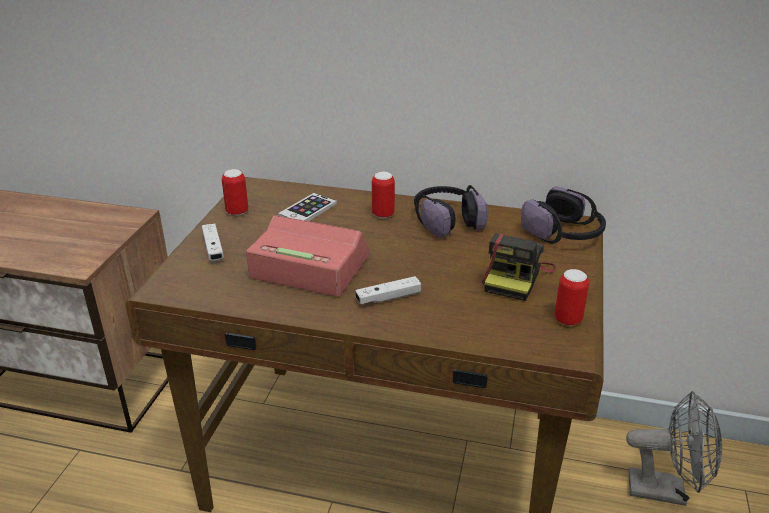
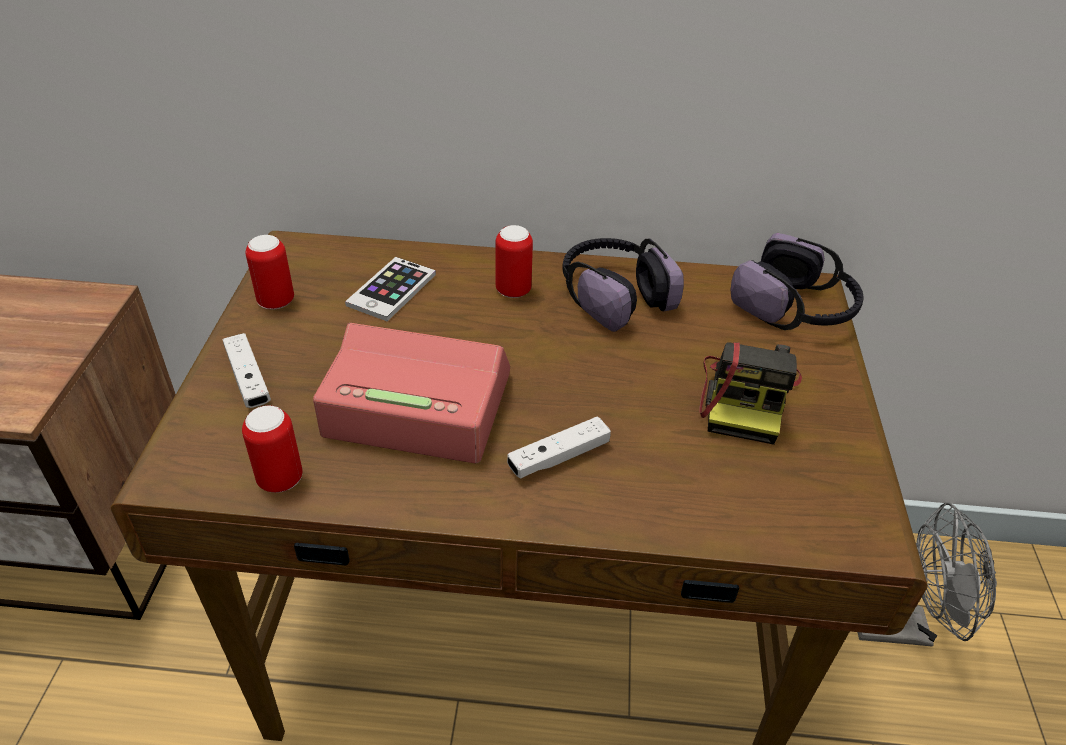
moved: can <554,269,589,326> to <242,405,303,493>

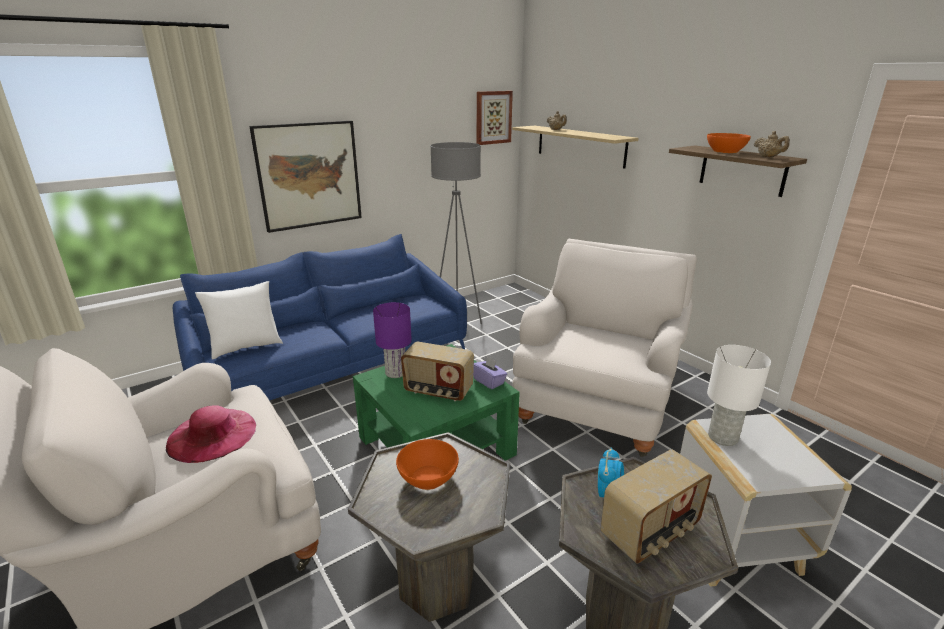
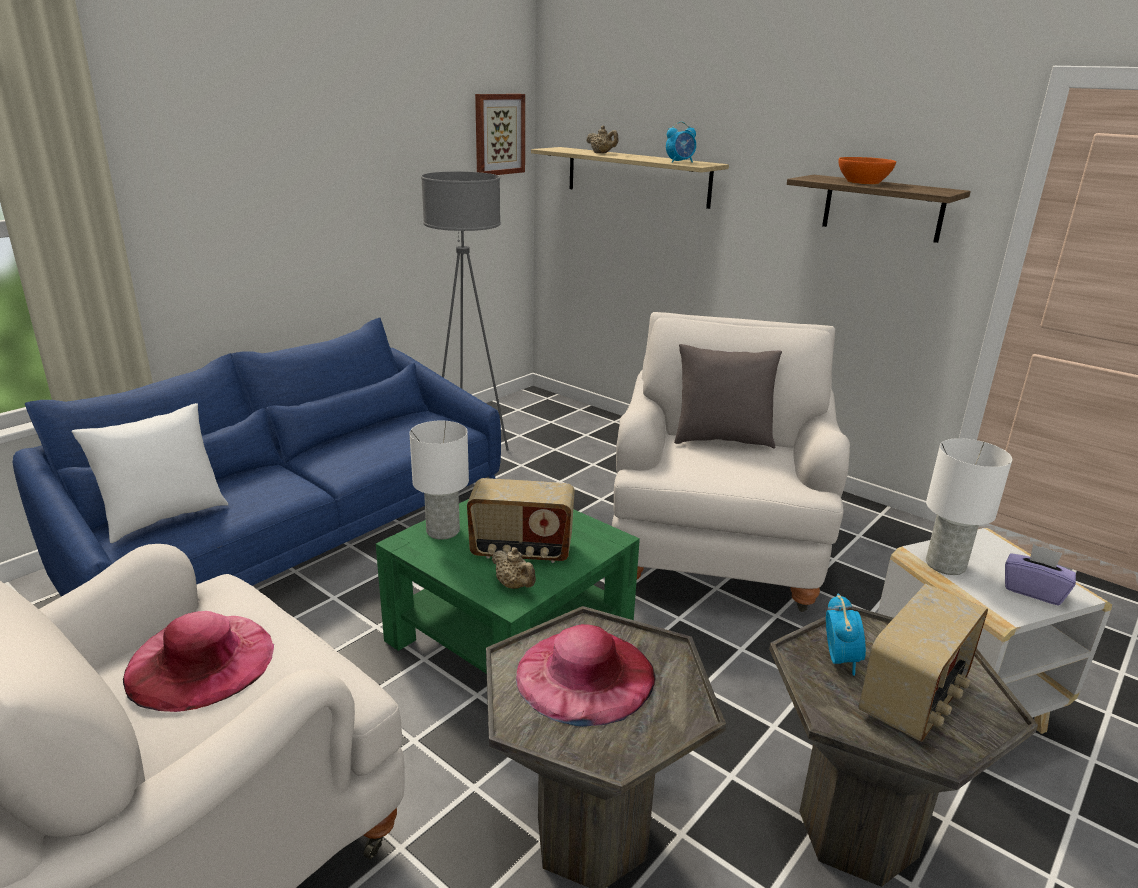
removed: picture <249,121,362,233>
added: alarm clock <666,122,696,163>; grey pillow <674,344,782,449>
moved: purple tissue box <473,356,507,389> to <1005,544,1076,606>; beige teapot <754,131,790,157> to <492,547,536,589>
replaced: orange bowl <396,439,459,490> to pink hat <516,624,656,727>
recoloured: purple table lamp <373,302,412,378> to white table lamp <409,421,469,540>

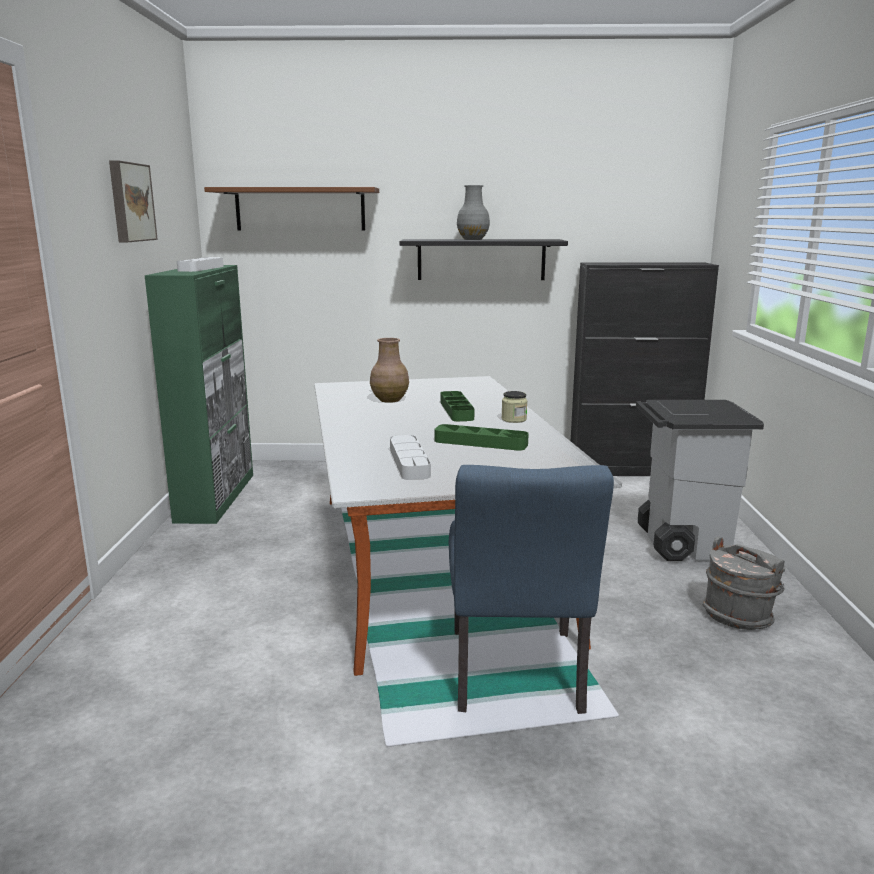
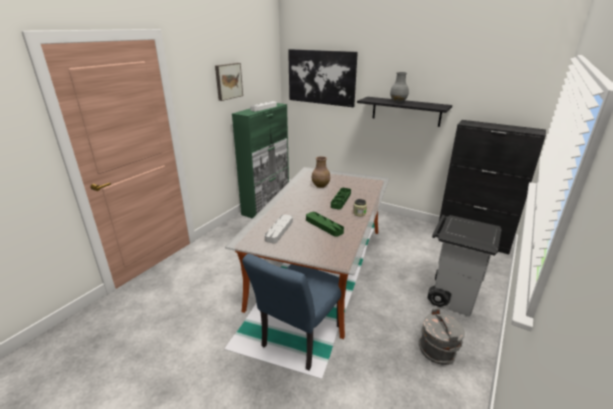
replaced: brown shelf <204,187,379,231> to picture <288,49,358,107>

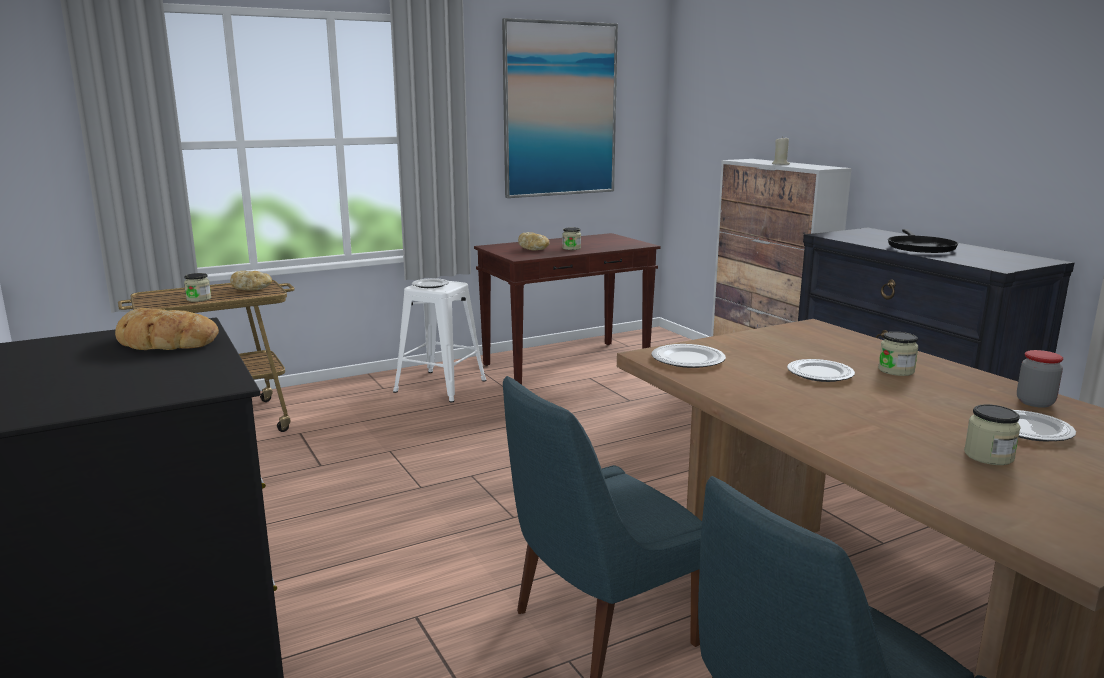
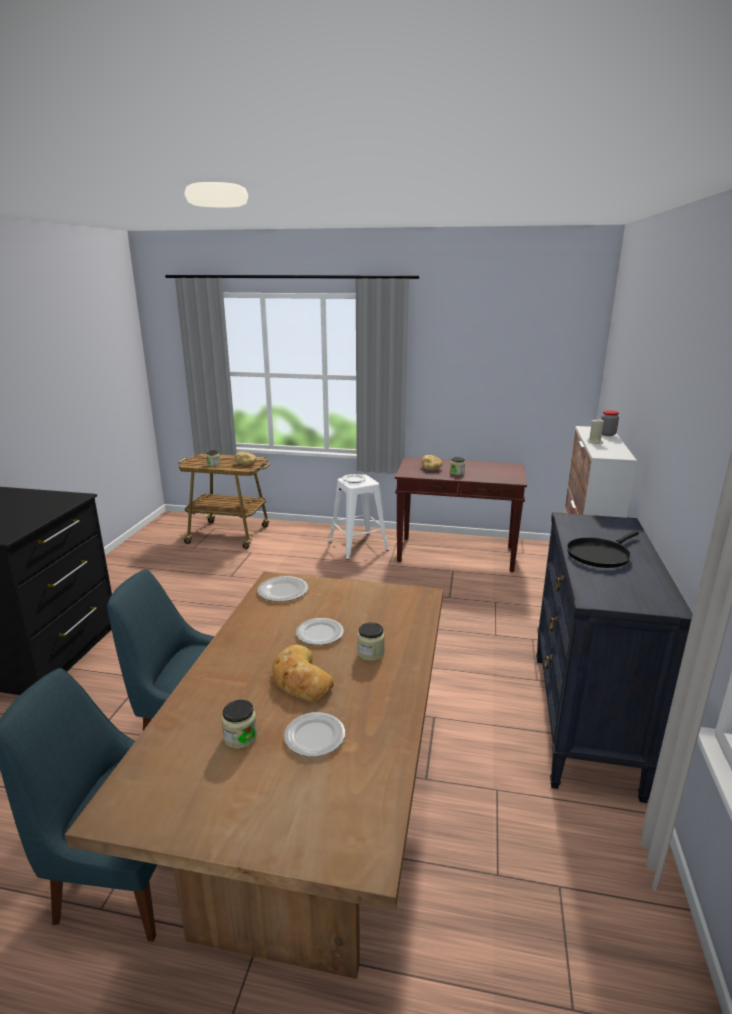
removed: picture <502,18,618,198>
moved: bread <115,308,219,350> to <272,644,334,702>; jar <1017,350,1063,408> to <601,410,619,436>

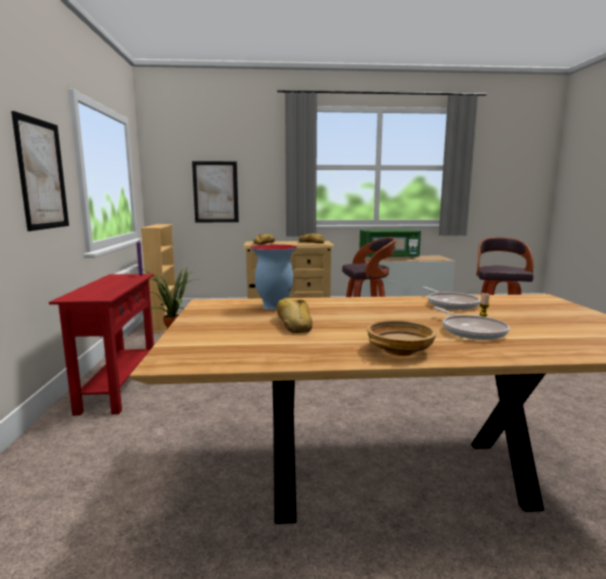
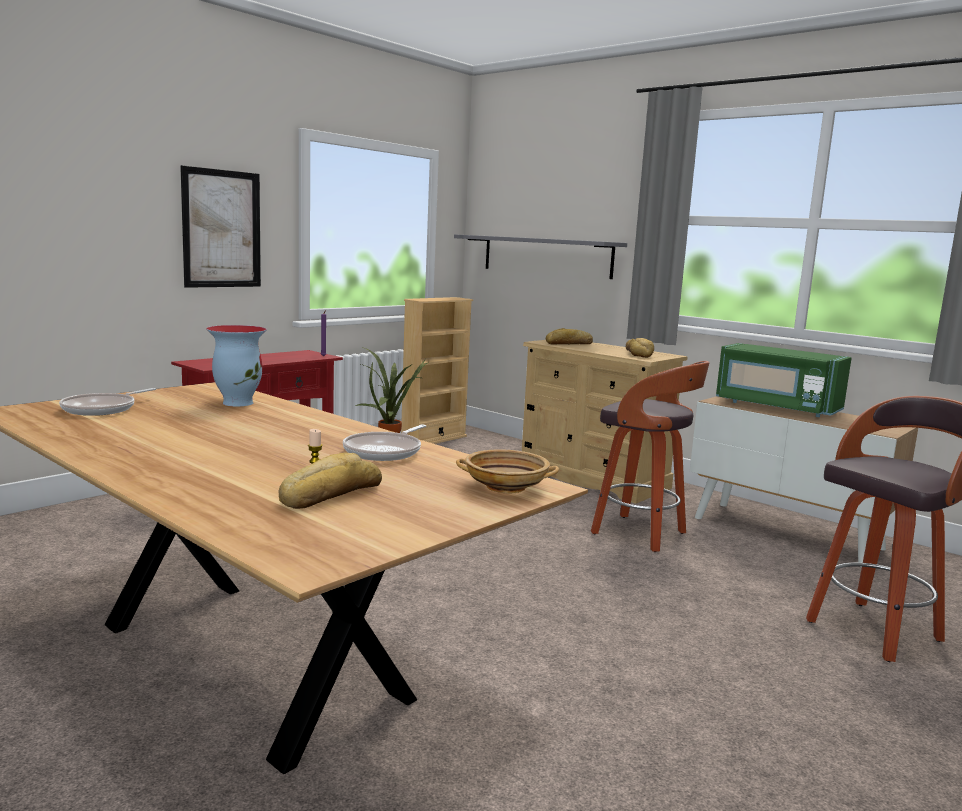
moved: bread <276,298,312,333> to <278,453,382,509>; beige bowl <366,320,437,356> to <456,449,559,493>; frying pan <433,307,510,340> to <59,388,156,416>
replaced: picture <192,161,239,222> to grey shelf <454,234,627,279>

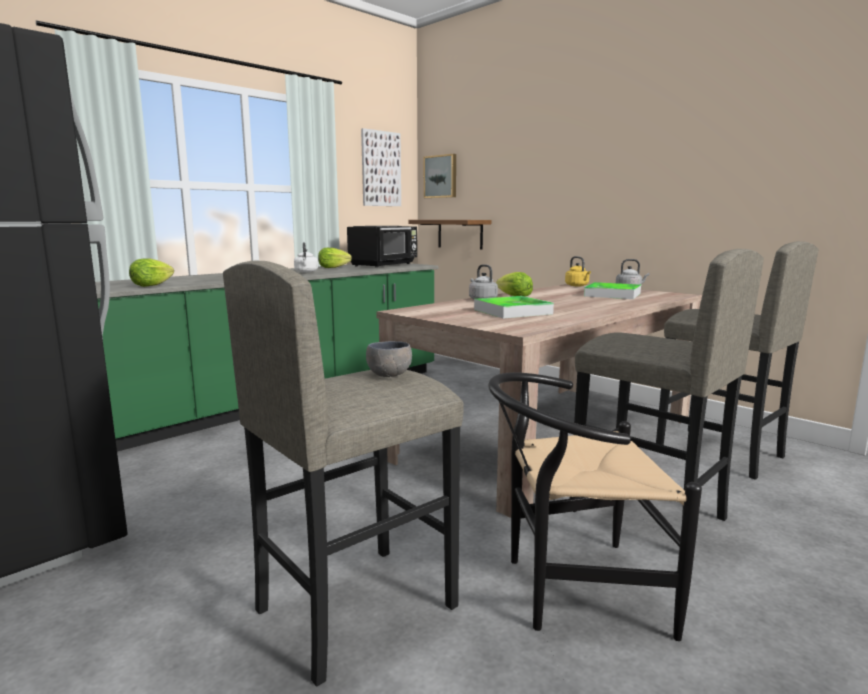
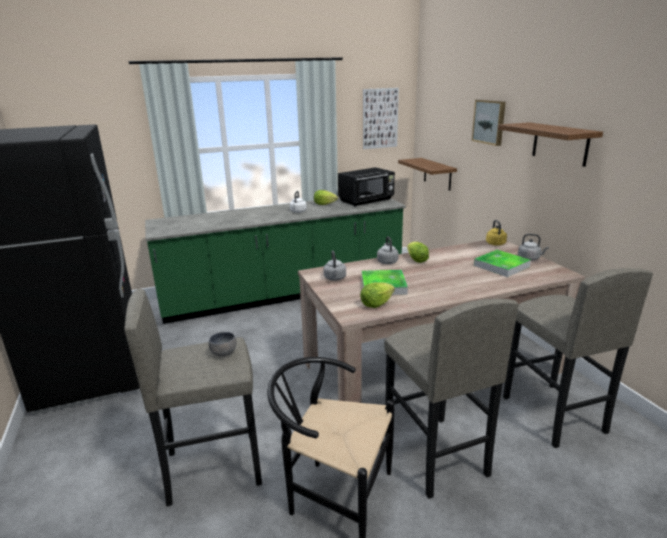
added: grey kettle <323,250,346,281>; shelf <498,122,603,167>
moved: lettuce <129,259,174,287> to <360,282,395,308>; picture <424,154,456,198> to <472,100,506,146>

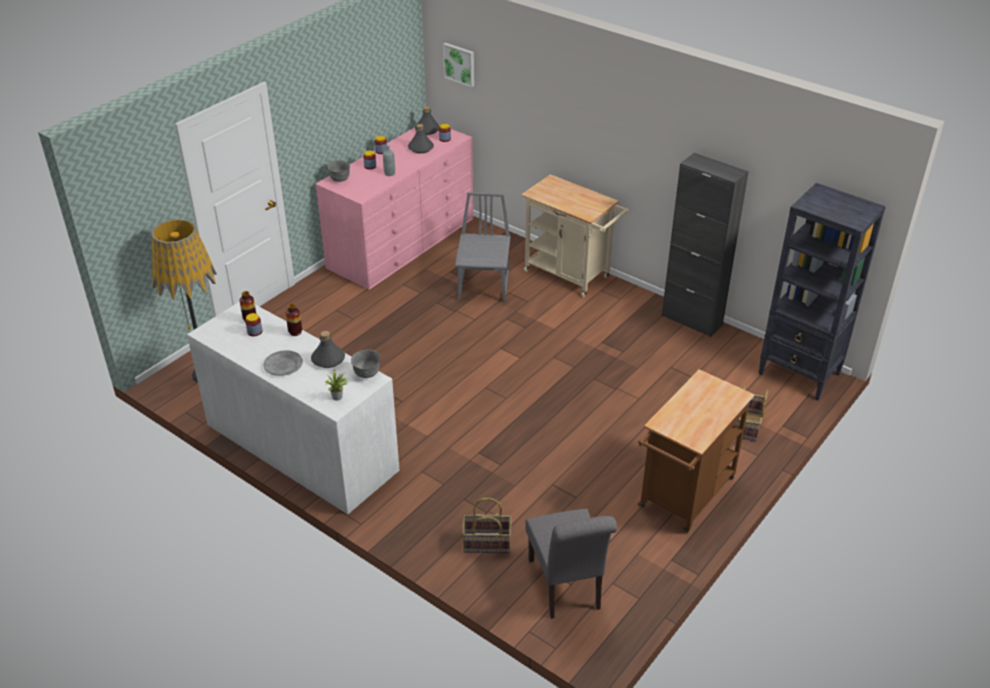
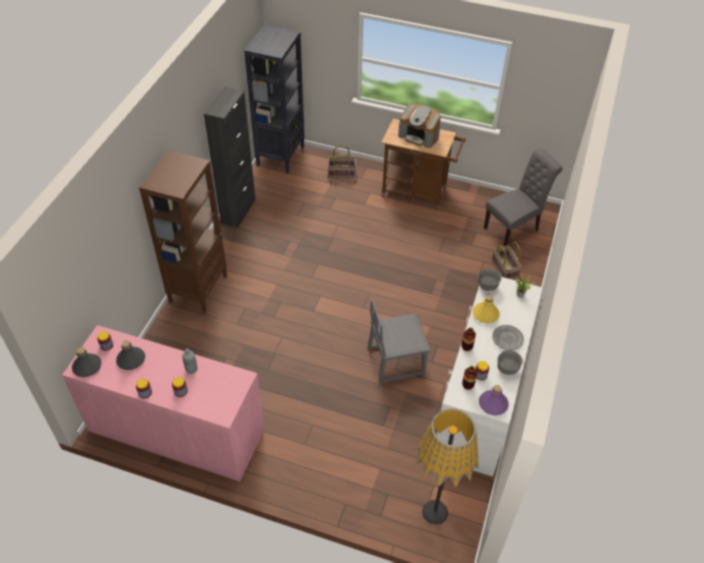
removed: picture <443,43,474,87>
added: coffee machine <398,104,441,148>; purple bottle <479,385,509,415>
moved: grey bowl <327,160,350,182> to <498,350,523,375>; grey chair <455,192,511,302> to <368,299,431,383>
replaced: beige cart <521,174,629,297> to brown bookcase <139,150,227,313>
recoloured: grey bottle <311,331,345,368> to yellow bottle <473,295,500,323>

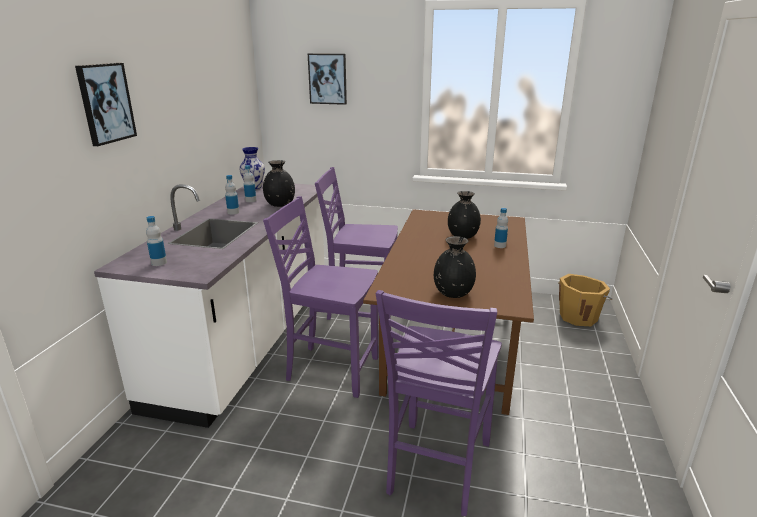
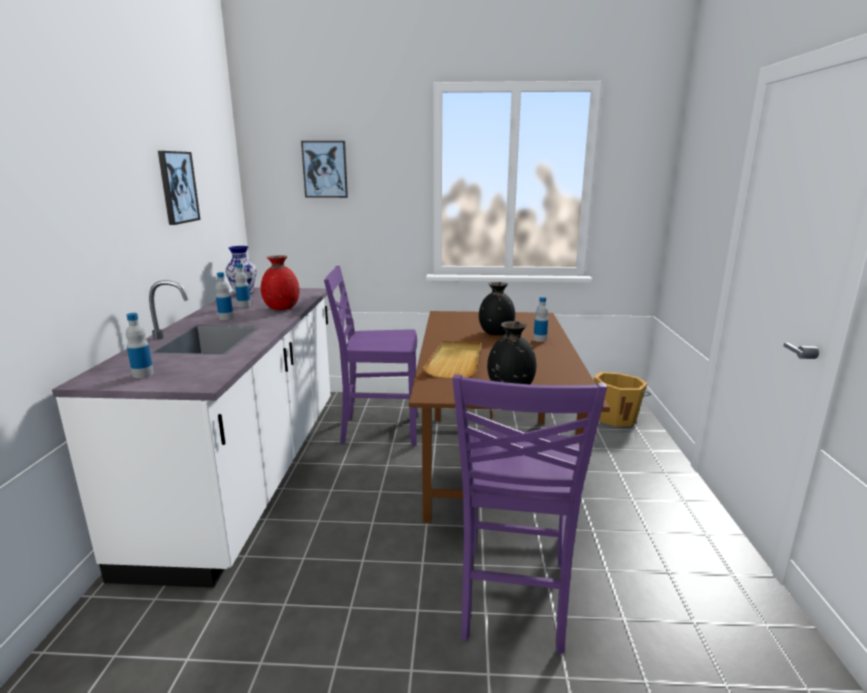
removed: purple chair <263,196,379,398>
added: beige tray <423,341,481,379>
moved: picture <75,63,137,146> to <158,151,201,225>
recoloured: black vase <263,160,295,207> to red vase <261,255,300,310>

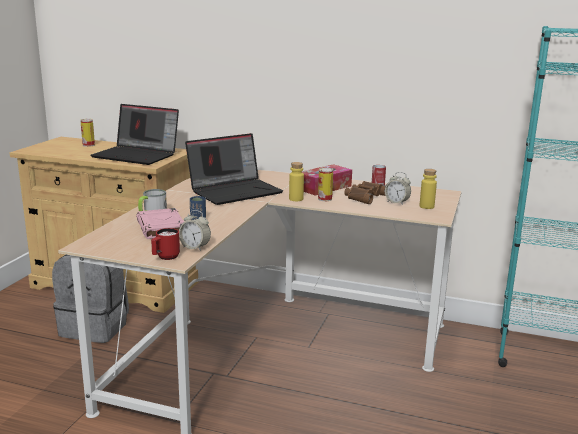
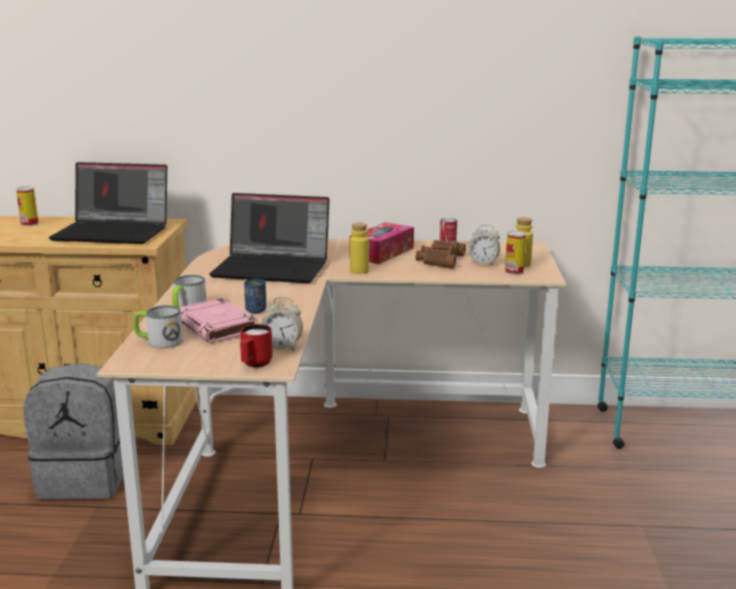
added: mug <134,305,183,349>
moved: can <318,168,333,201> to <505,231,526,275>
turned: laptop <185,133,283,205> = <209,193,330,283> 60 degrees clockwise

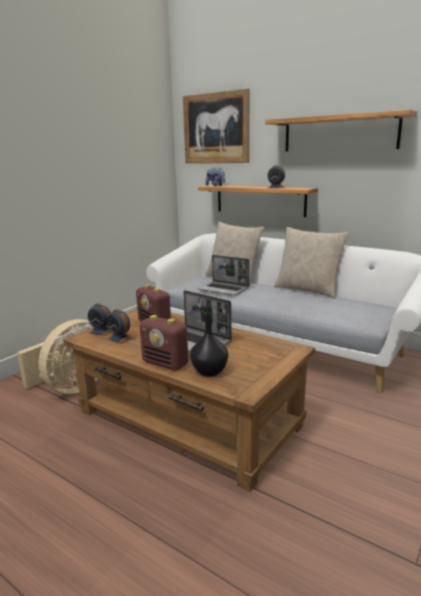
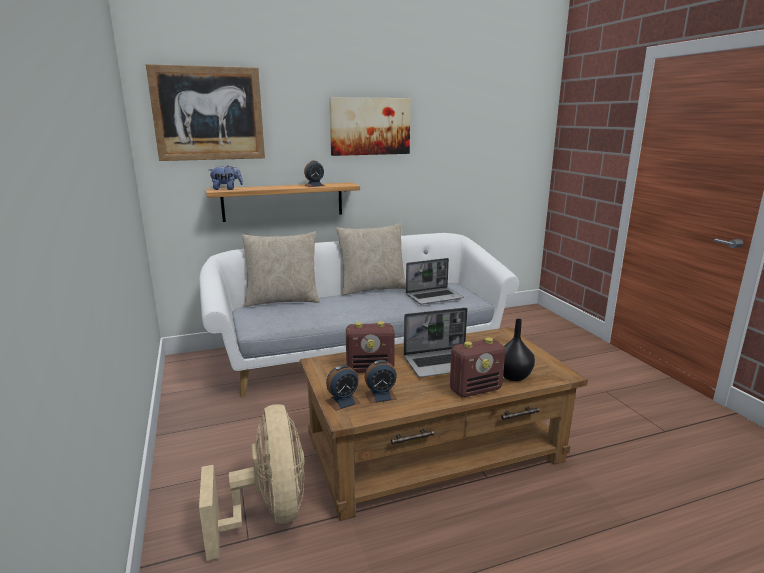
moved: laptop <198,255,249,296> to <406,258,463,304>
replaced: shelf <265,109,417,152> to picture <329,97,411,156>

